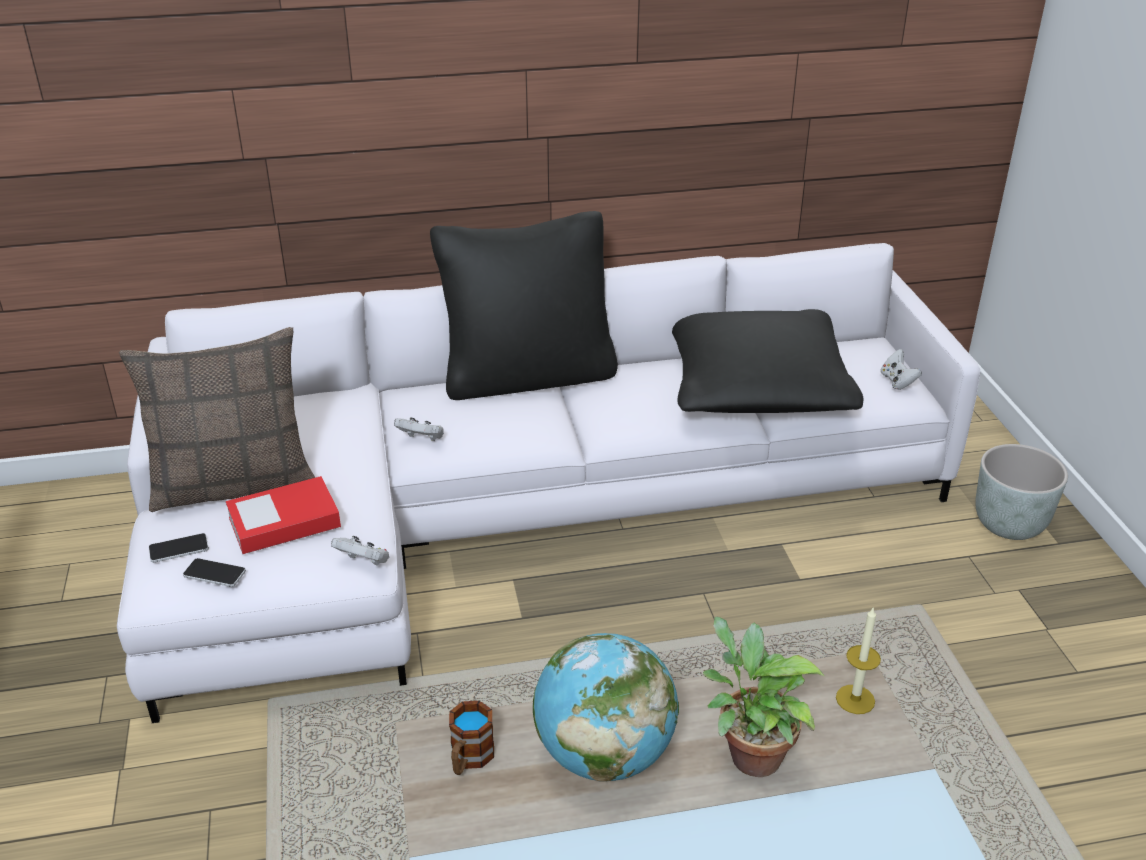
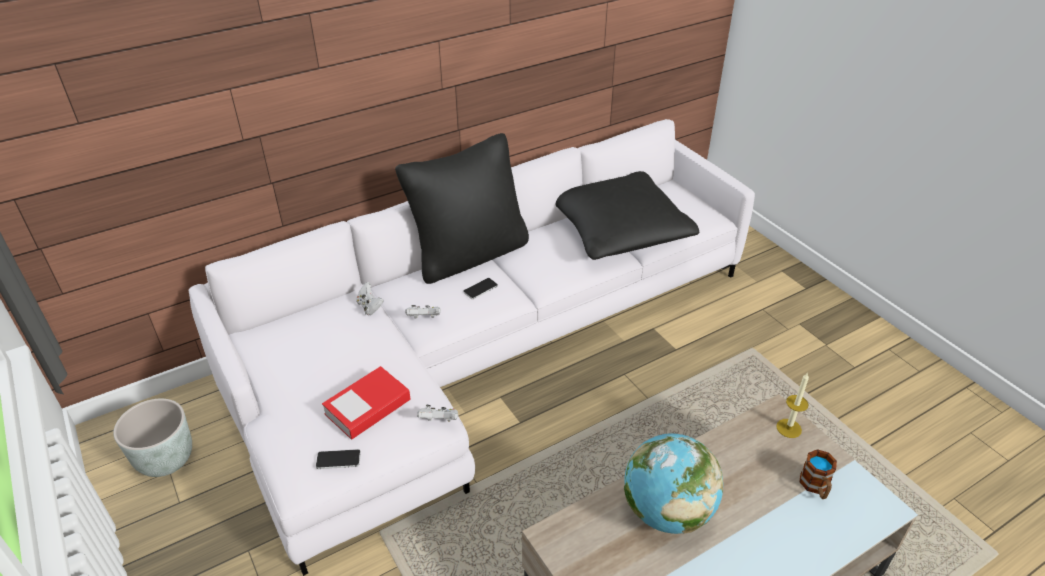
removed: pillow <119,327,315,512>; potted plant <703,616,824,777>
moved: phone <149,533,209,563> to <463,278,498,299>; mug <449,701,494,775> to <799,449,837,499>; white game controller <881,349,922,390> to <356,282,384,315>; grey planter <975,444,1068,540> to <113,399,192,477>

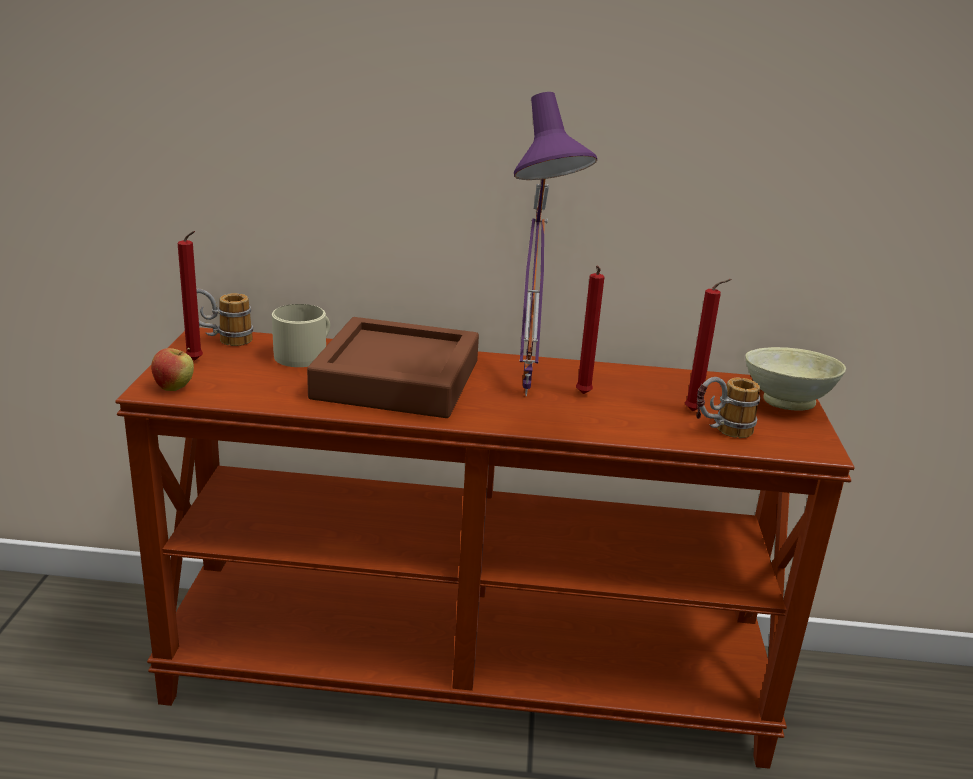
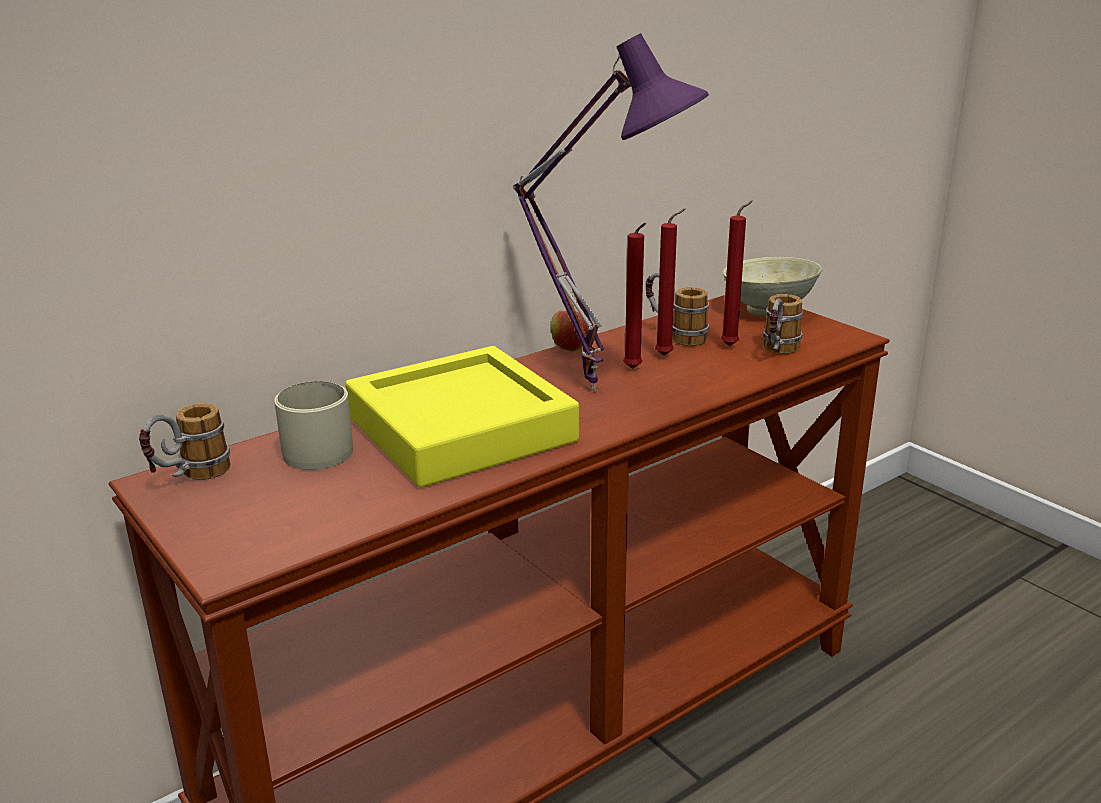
added: mug <645,273,709,346>
moved: apple <151,348,194,391> to <551,305,589,352>; red candle <178,231,203,361> to <655,209,686,356>
recoloured: brown tray <307,317,479,418> to yellow tray <345,346,579,488>

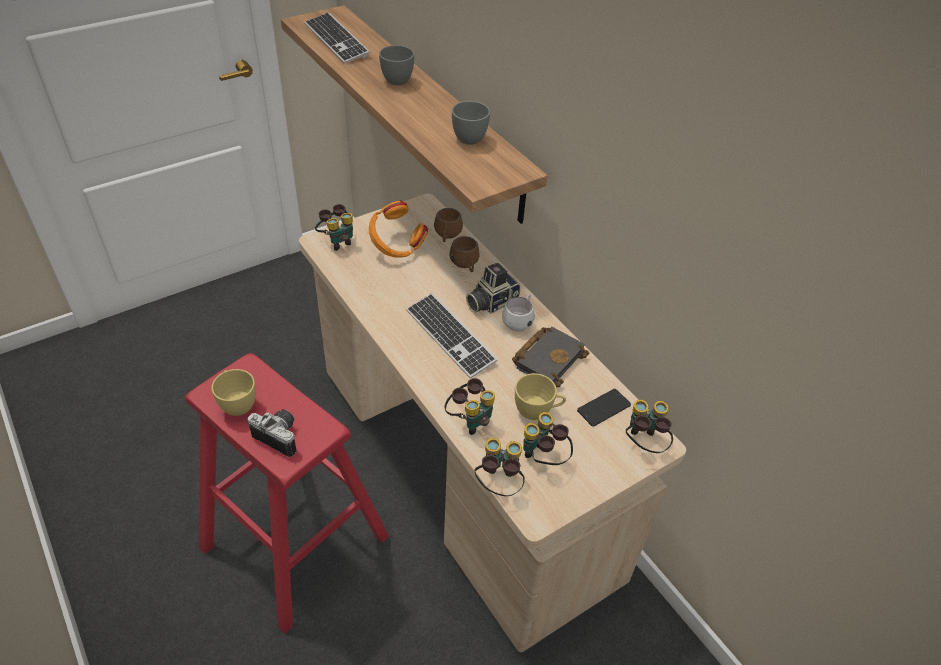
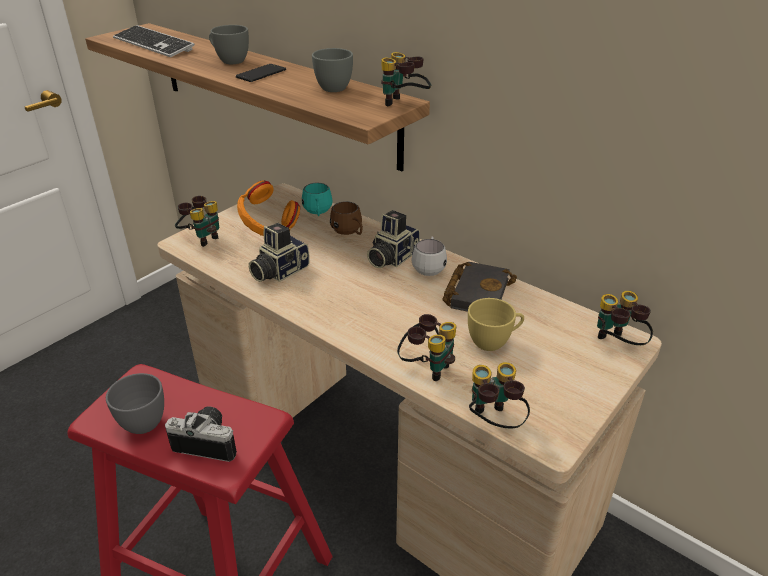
removed: keyboard <406,293,497,378>
added: photo camera <249,223,309,282>
moved: binoculars <523,412,573,465> to <381,52,431,106>; phone <577,389,631,426> to <236,64,286,82>
recoloured: yellow cup <211,369,256,416> to grey cup <106,373,164,434>; brown mug <434,208,463,242> to turquoise mug <302,183,333,216>

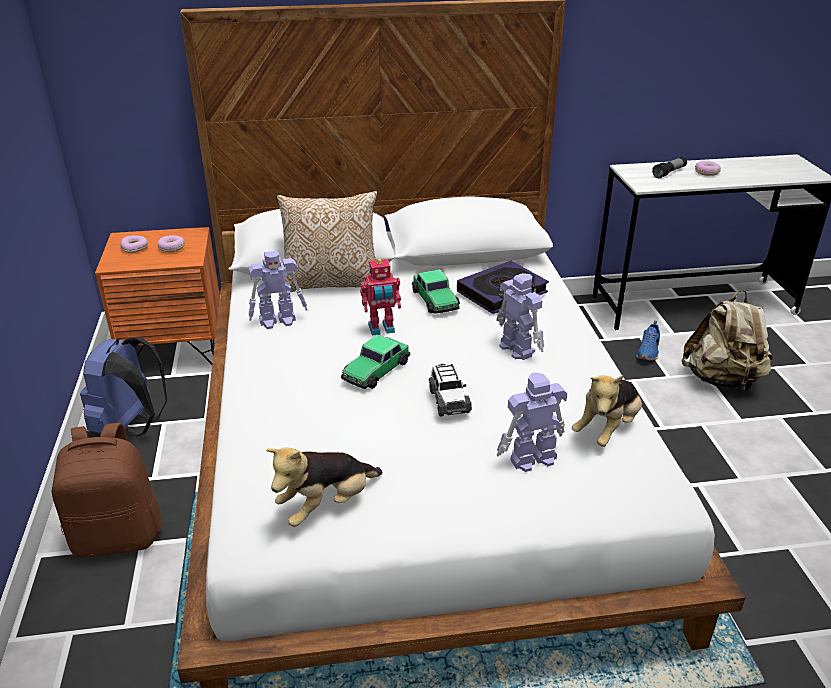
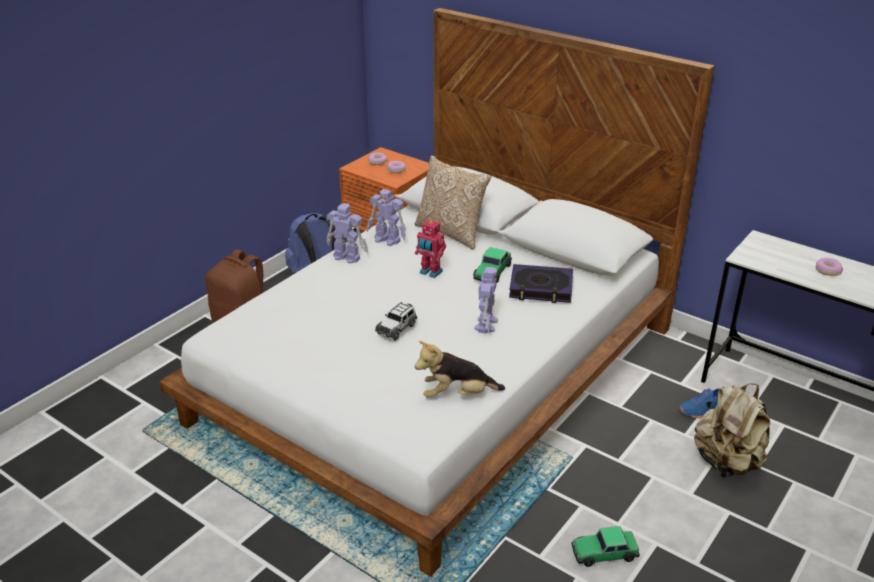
removed: plush toy <266,447,382,527>; flashlight <652,157,687,178>
moved: toy car <341,335,410,389> to <571,526,640,567>; toy robot <496,372,567,472> to <326,203,368,264>

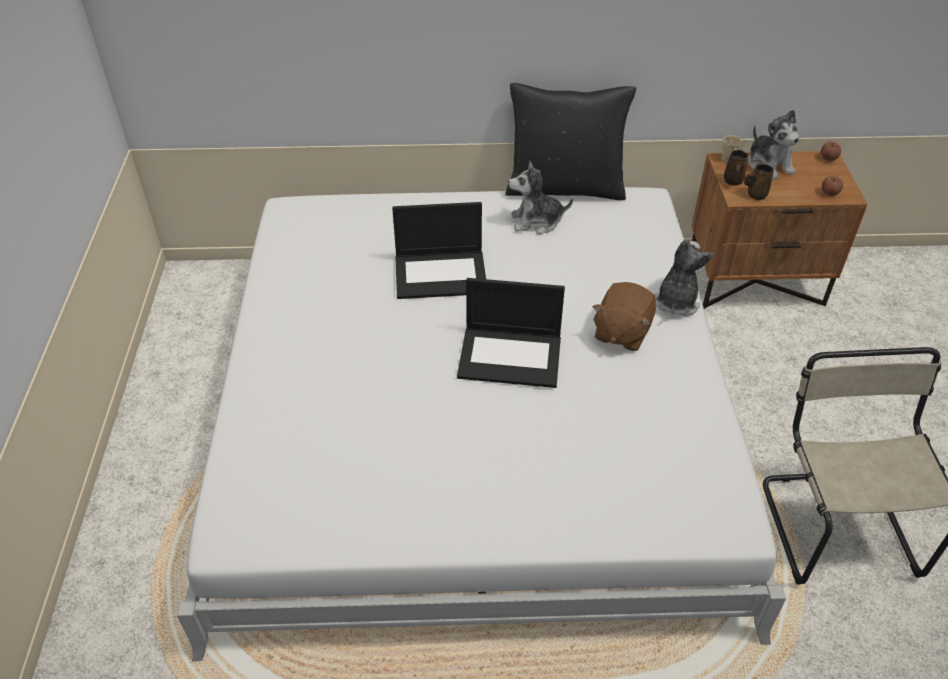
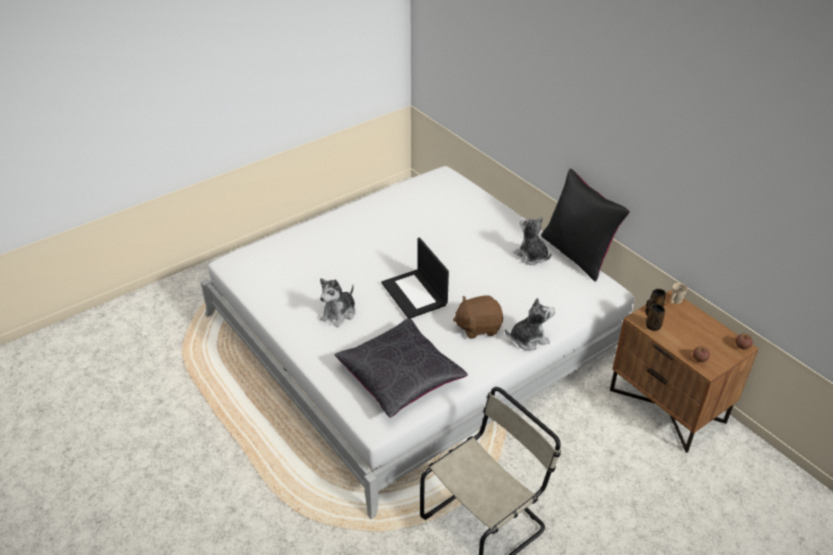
removed: laptop <392,202,486,299>
added: black pillow <334,318,468,418>
moved: plush toy <748,110,800,180> to <320,278,356,328>

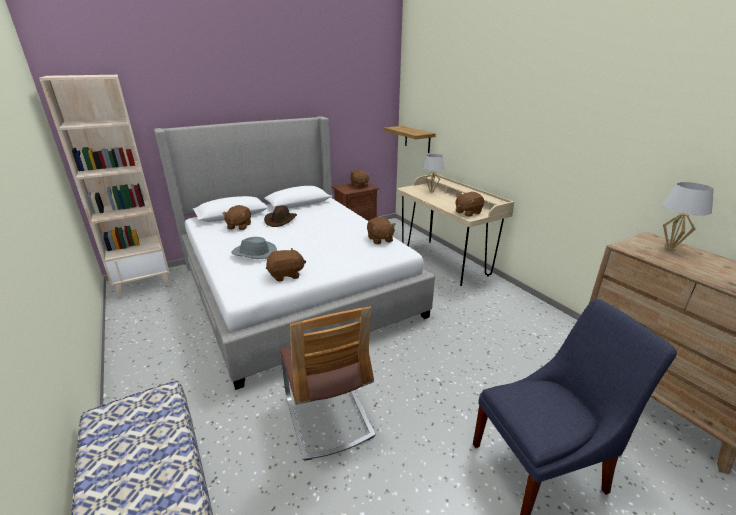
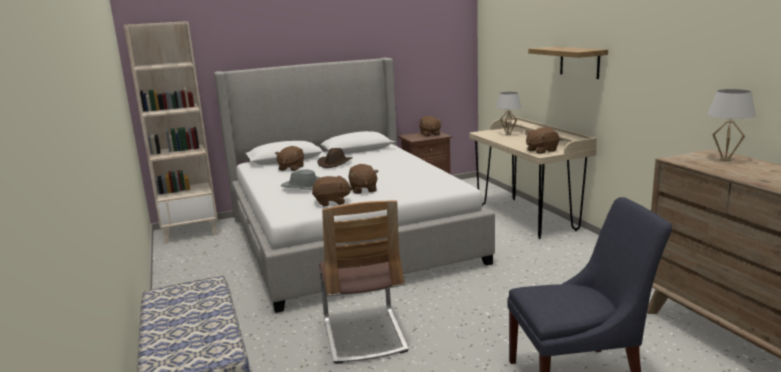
moved: brown plush toy <367,217,396,244> to <348,164,378,194>; shelf <384,126,436,153> to <528,46,608,79>

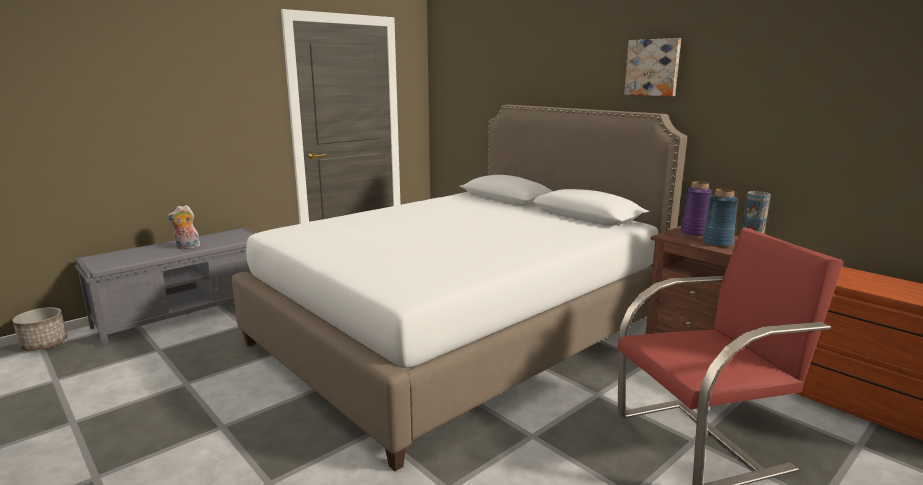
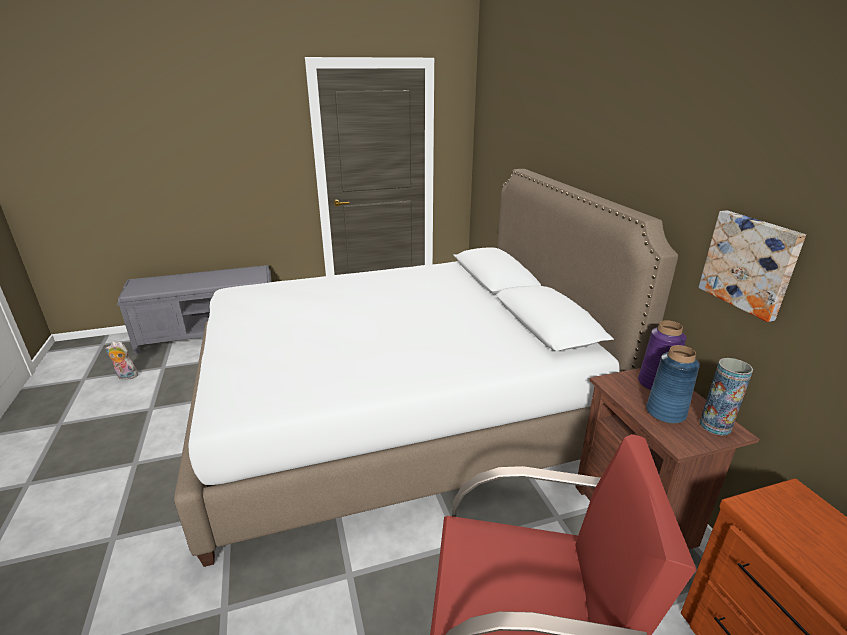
removed: planter <13,307,67,351>
moved: plush toy <167,205,200,249> to <106,341,138,379>; picture <624,38,681,96> to <699,210,806,322>

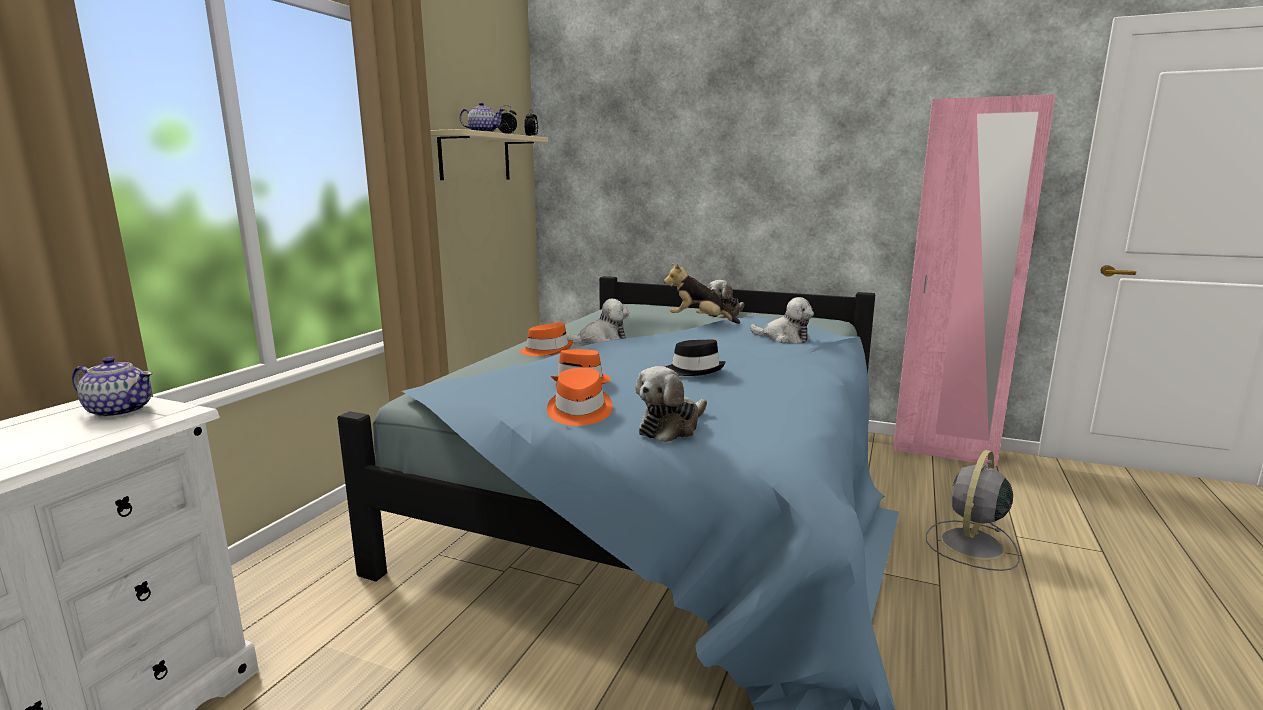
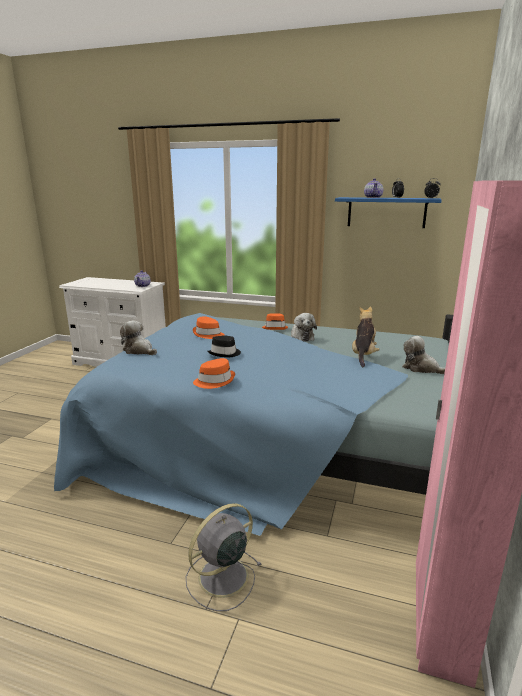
removed: plush toy <750,297,814,343>
moved: orange hat <547,368,613,426> to <193,358,235,389>
recoloured: beige shelf <430,129,548,180> to blue shelf <335,197,442,228>
turned: grey fan <926,450,1020,571> = <186,503,262,611> 75 degrees counterclockwise

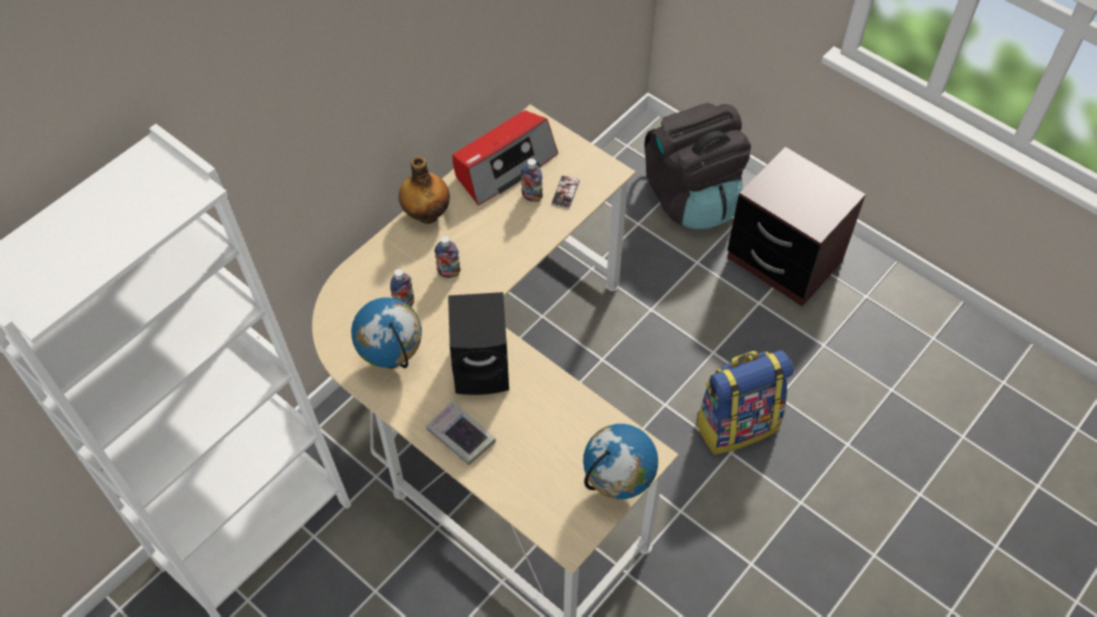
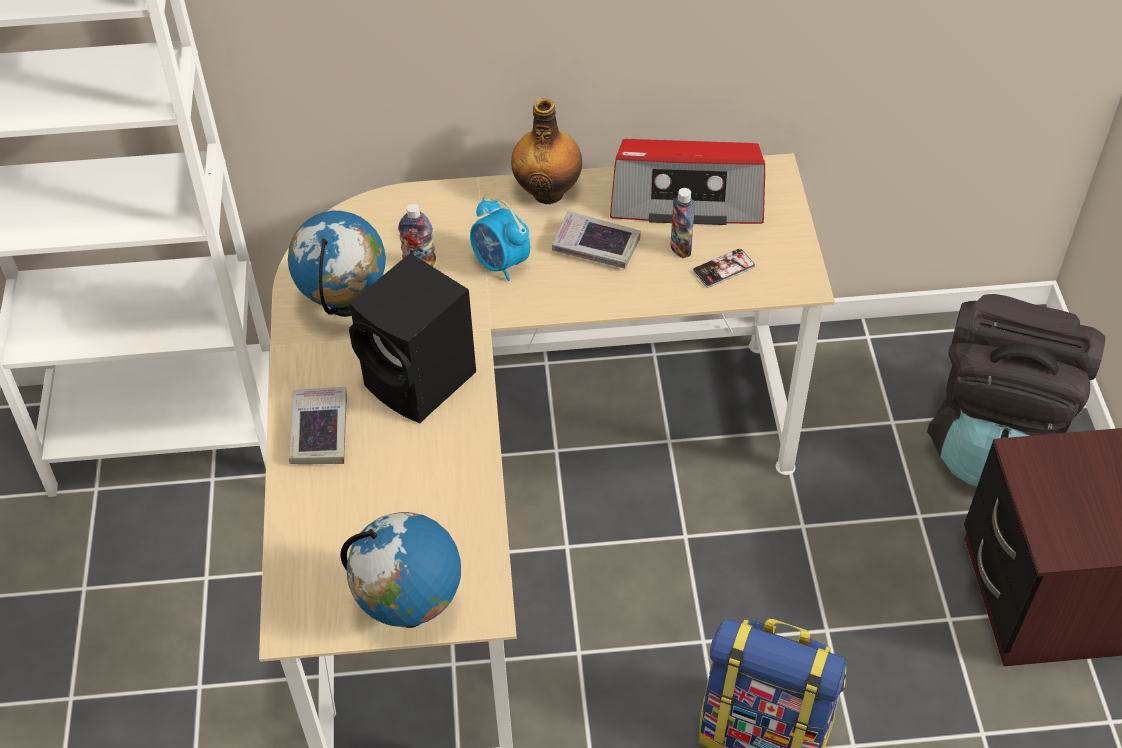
added: book <552,211,641,269>
replaced: bottle <434,236,461,278> to alarm clock <470,197,530,281>

